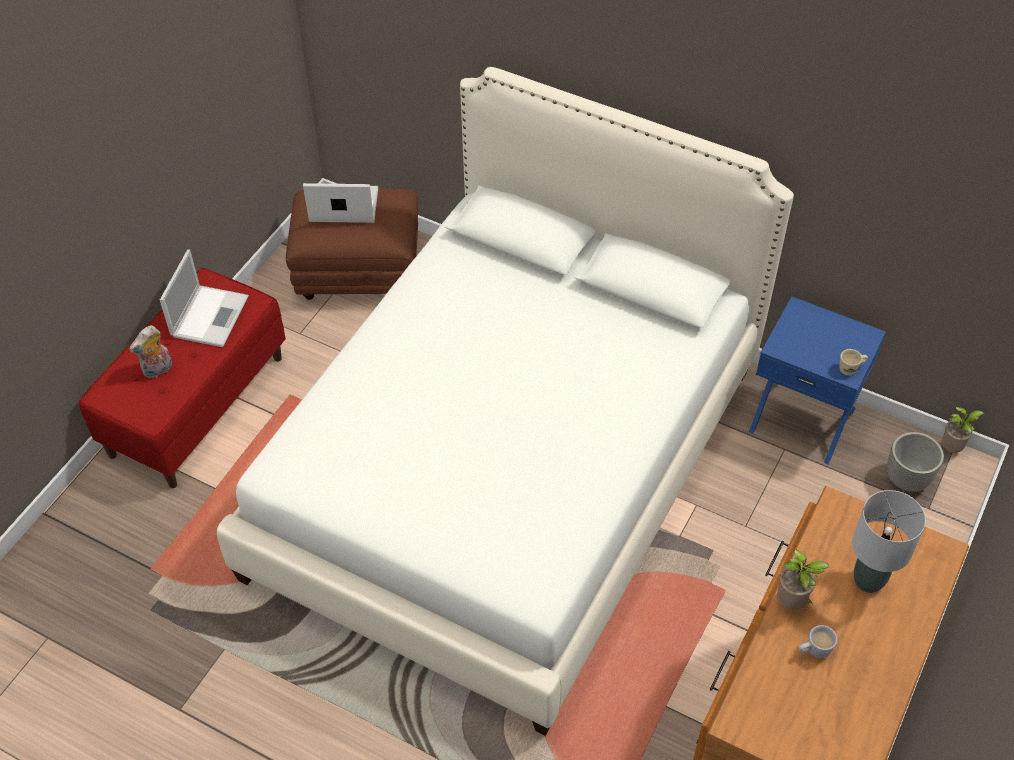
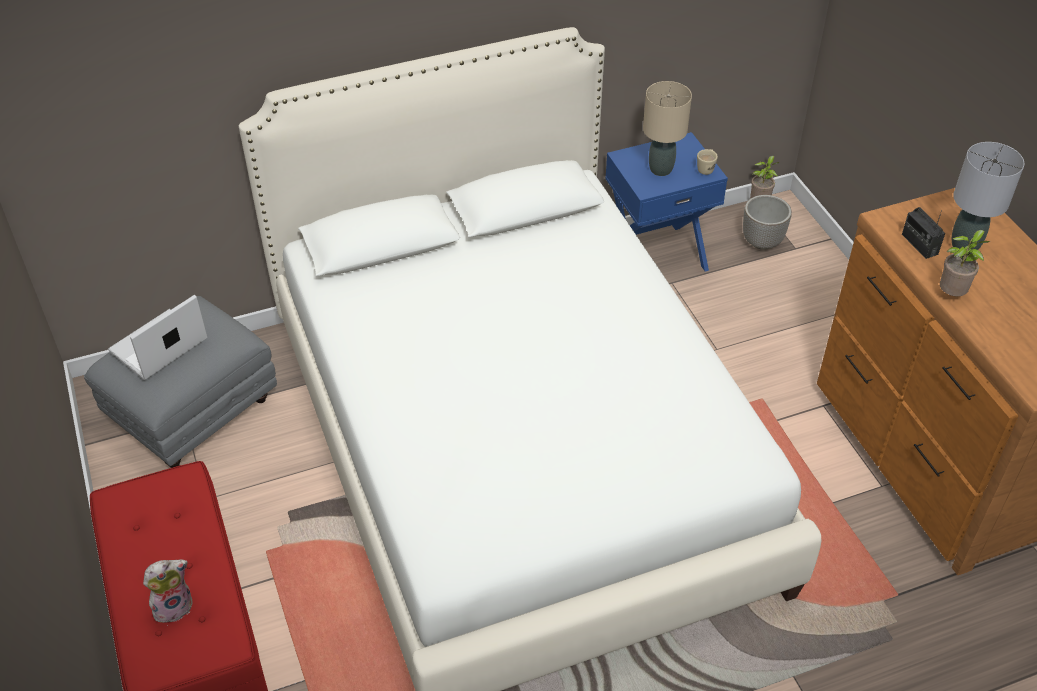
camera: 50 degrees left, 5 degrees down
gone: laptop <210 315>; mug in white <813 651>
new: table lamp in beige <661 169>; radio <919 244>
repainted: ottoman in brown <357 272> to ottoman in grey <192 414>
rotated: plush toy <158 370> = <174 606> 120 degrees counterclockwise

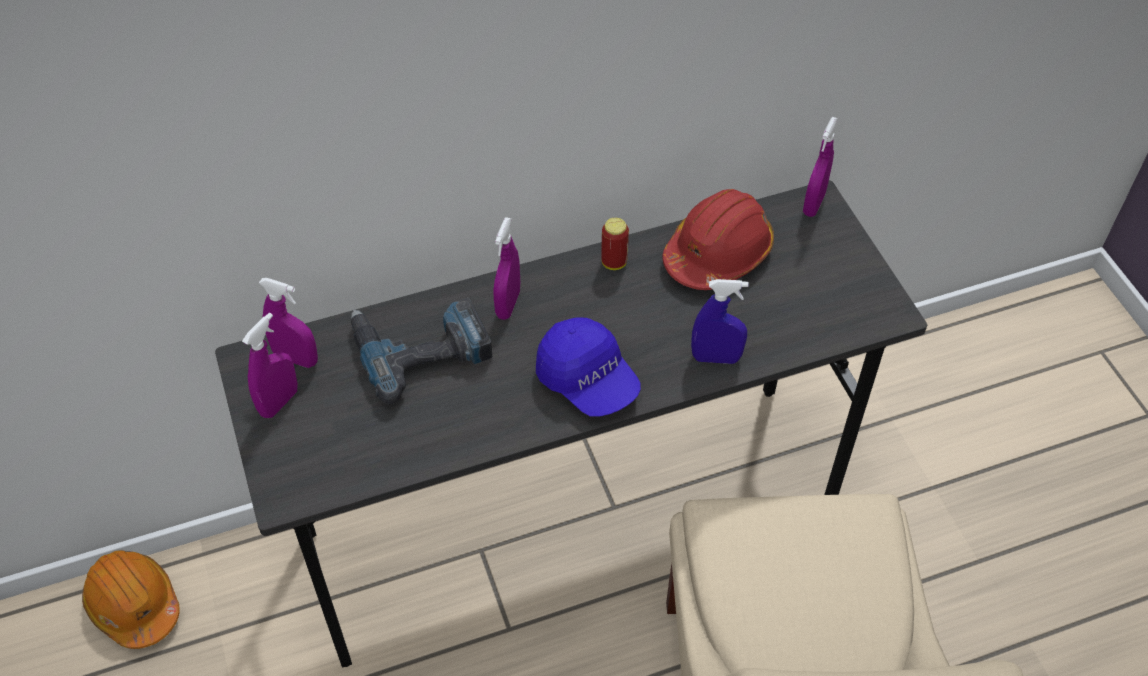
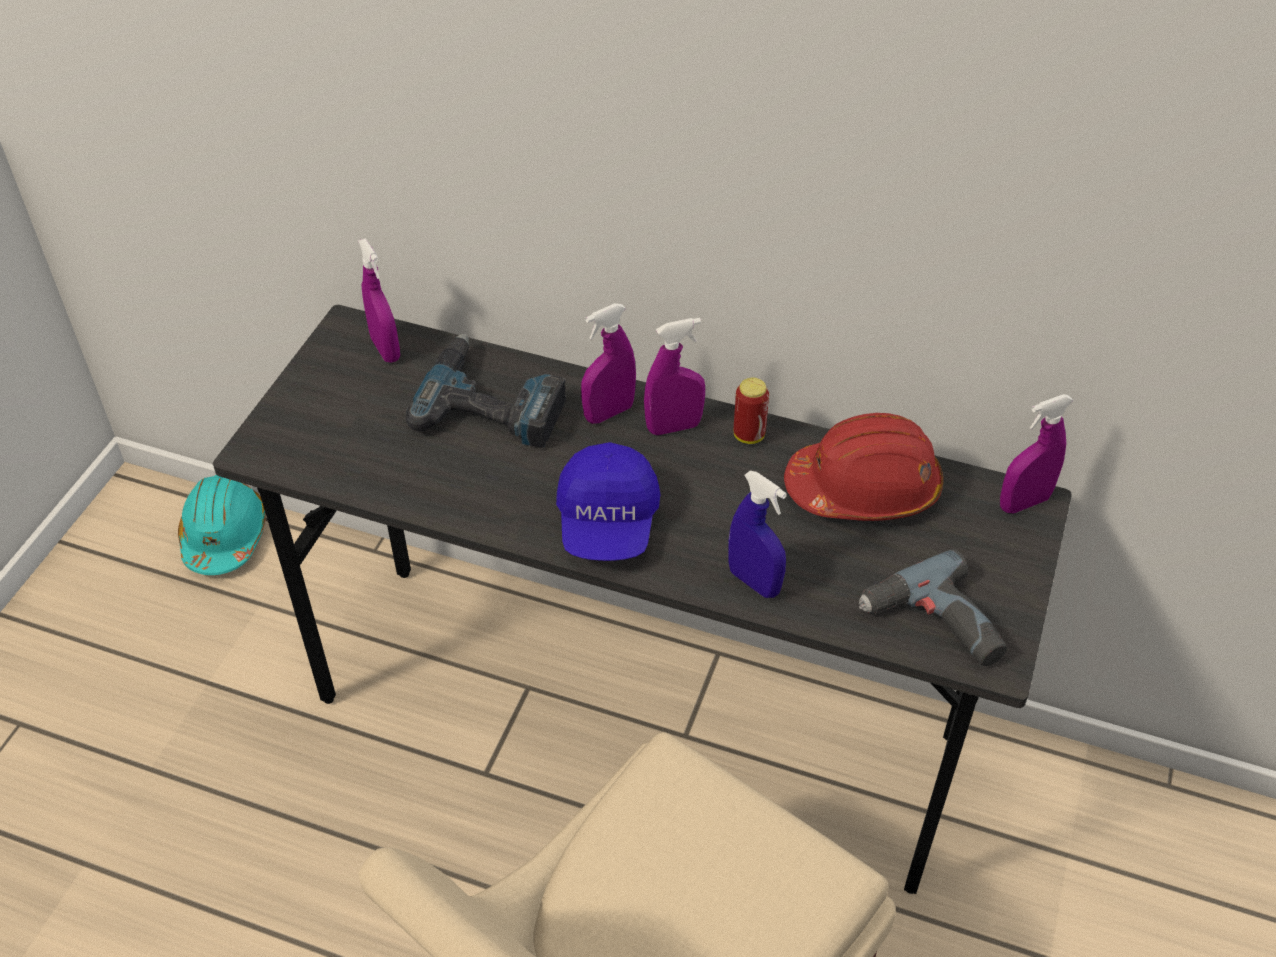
camera: 40 degrees right, 5 degrees down
new: power drill <934 627>
shifted: spray bottle in purple <279 402> to <674 427>
repainted: hard hat in orange <134 604> to hard hat in turquoise <224 536>

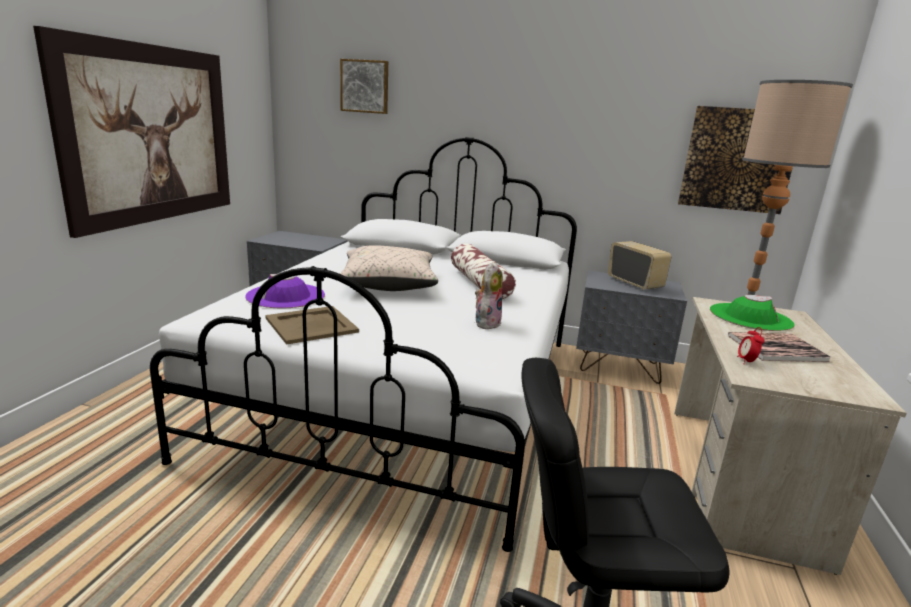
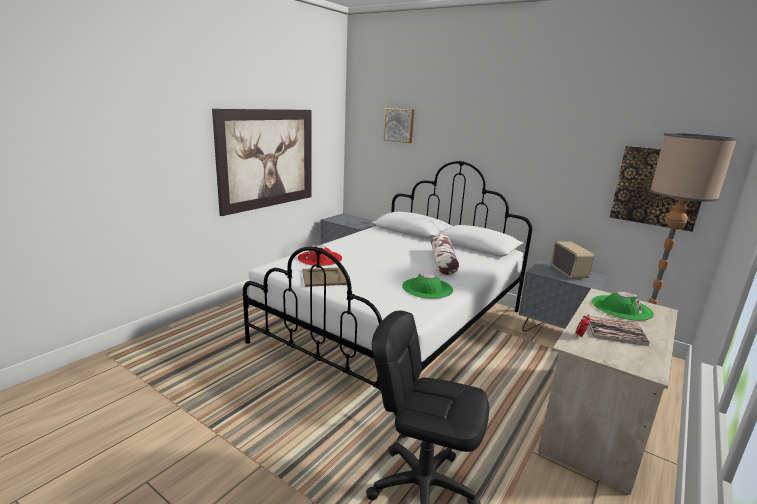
camera: 20 degrees right, 0 degrees up
gone: pillow in beige <389 284>
swapped: plush toy <486 323> to hat in green <427 288>
repainted: hat in purple <286 296> to hat in red <320 258>

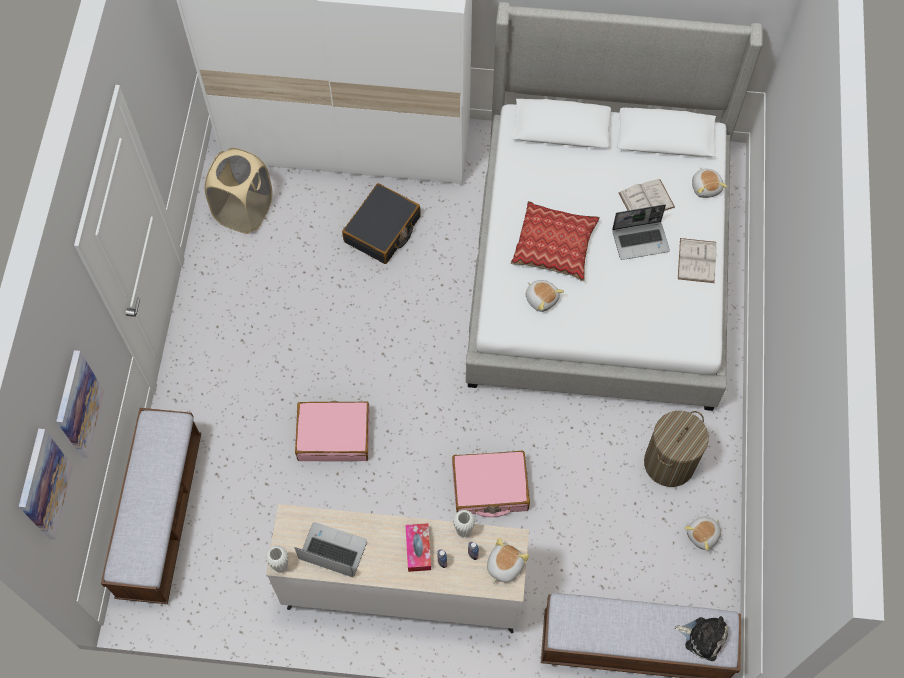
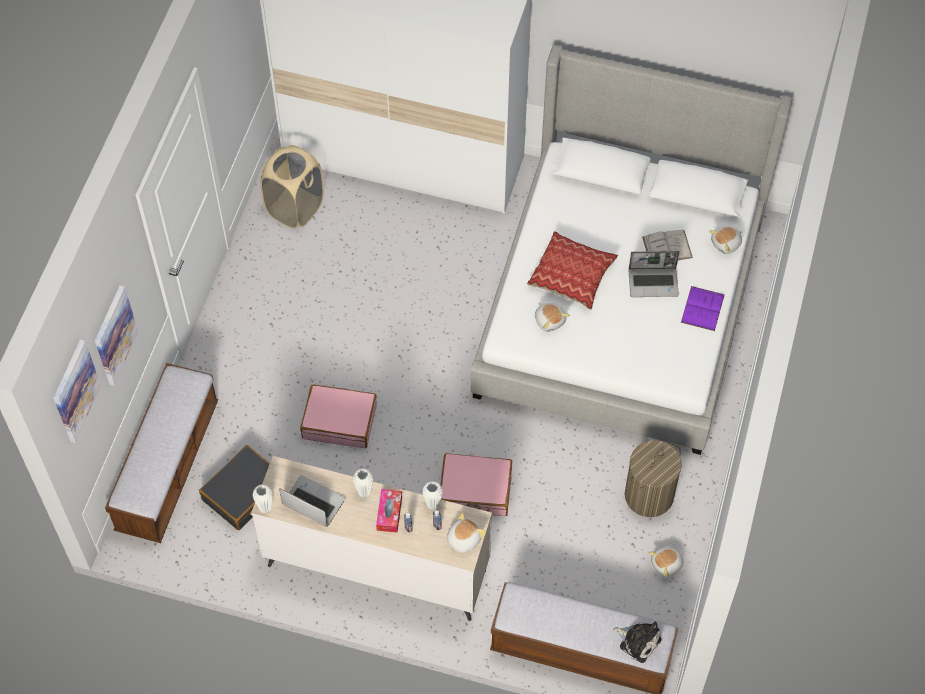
camera: 10 degrees right, 5 degrees down
new: vase in white <364 492>
shifted: suitcase in black <382 230> to <244 493>
repainted: book in white <697 260> to book in purple <702 308>
rotated: plush toy <706 187> = <726 244> 60 degrees clockwise

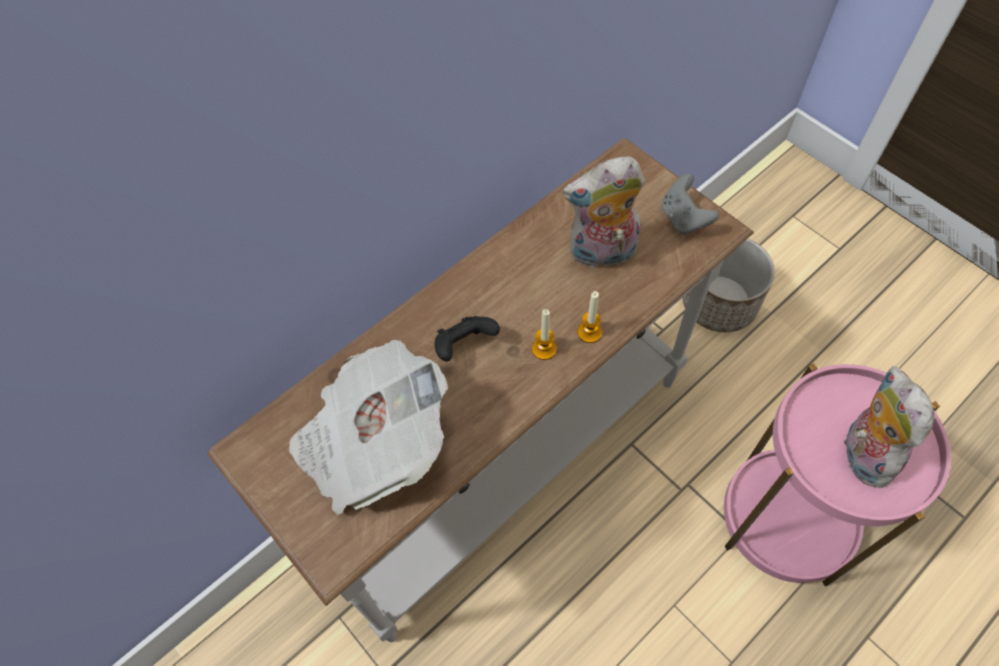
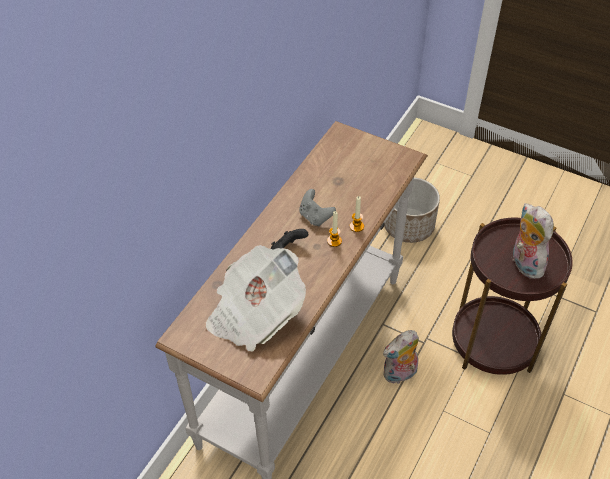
camera: 20 degrees left, 10 degrees down
shifted: game controller in grey <683 218> to <315 217>; plush toy <601 254> to <399 374>
repainted: side table in pink <786 520> to side table in brown <493 342>

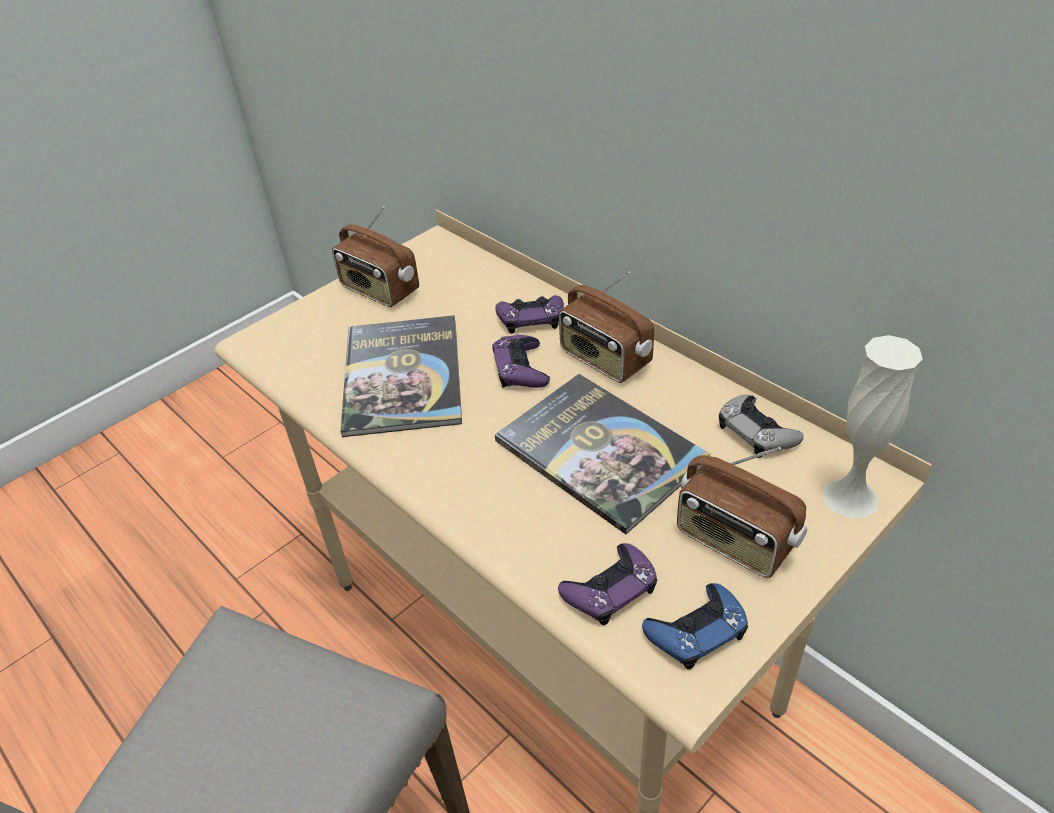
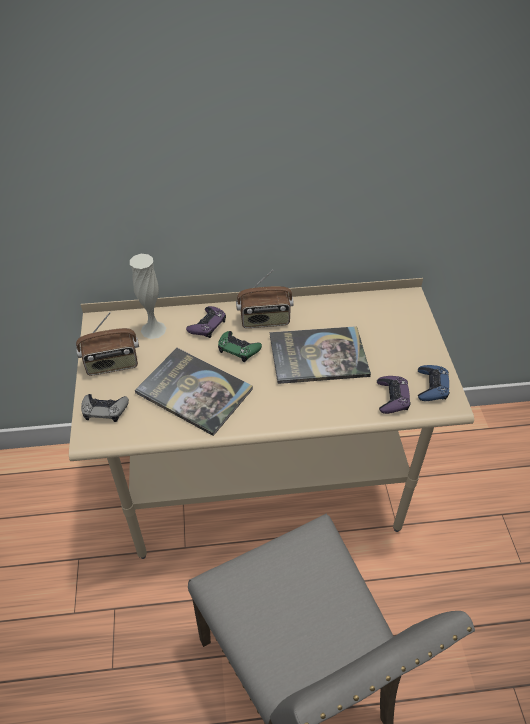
camera: 55 degrees left, 5 degrees up
gone: radio <734 541>
shifted: game controller in grey <756 432> to <104 410>; vase in white <850 497> to <153 329>
repainted: game controller in purple <520 368> to game controller in green <238 349>

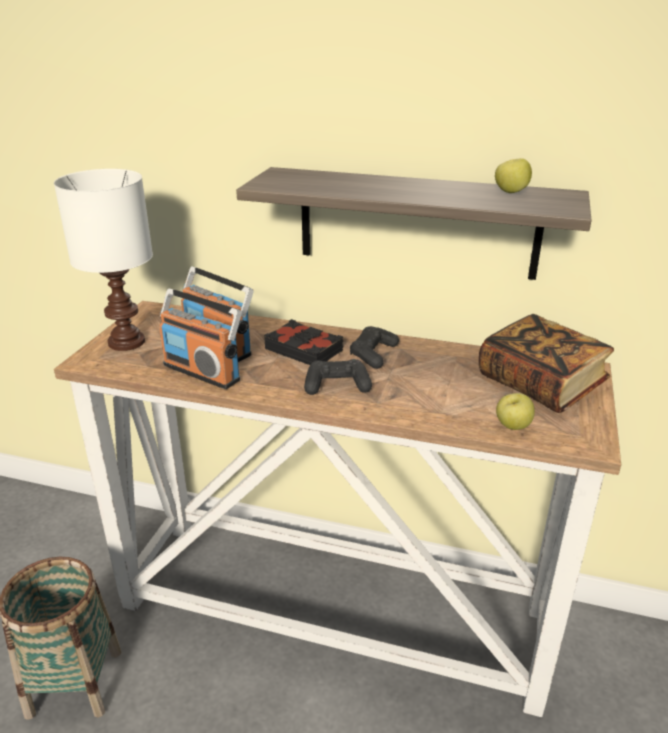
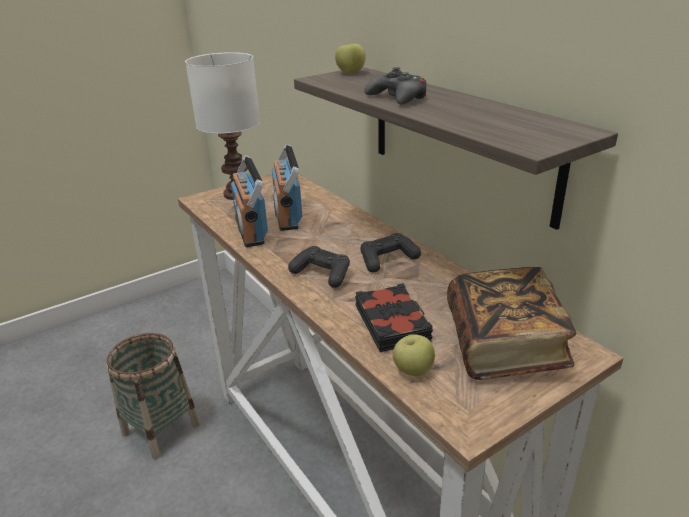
camera: 40 degrees right, 0 degrees up
new: game controller in black <397 98>
shifted: apple <510 192> to <350 73>; book in black <304 349> to <393 323>

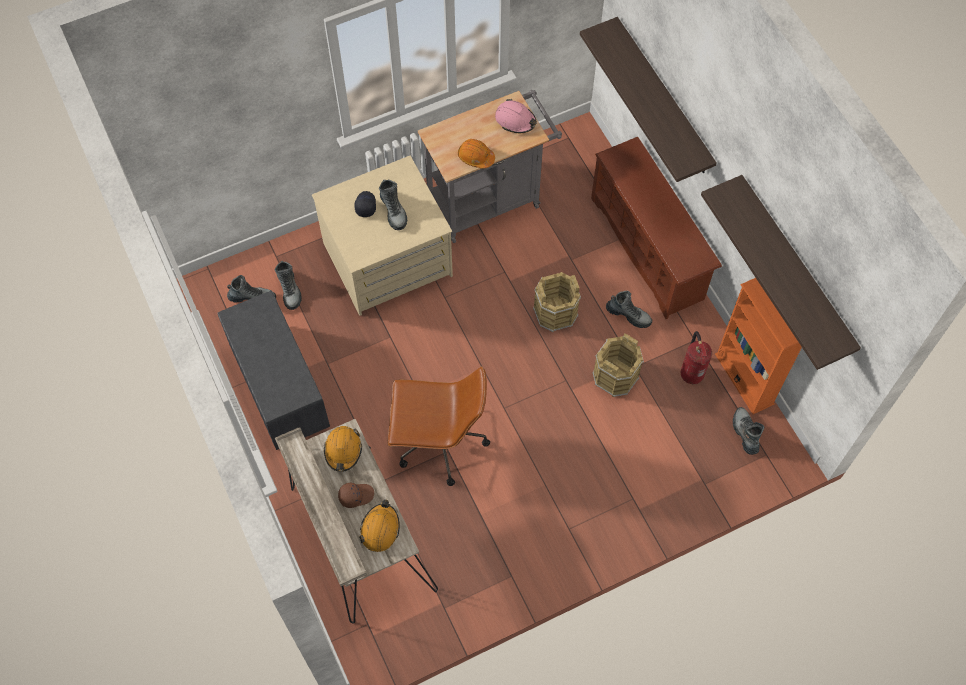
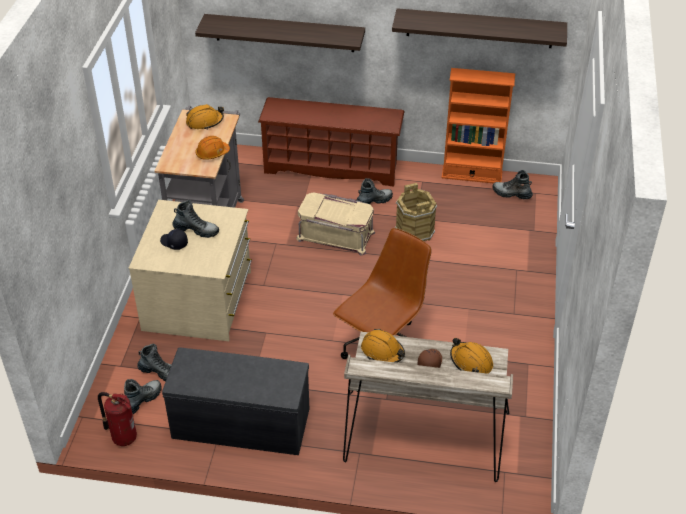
camera: 55 degrees left, 20 degrees down
shifted: fire extinguisher <691 373> to <123 437>
swapped: bucket in brown <555 313> to storage box in beige <336 235>
repainted: hard hat in pink <515 120> to hard hat in orange <204 122>

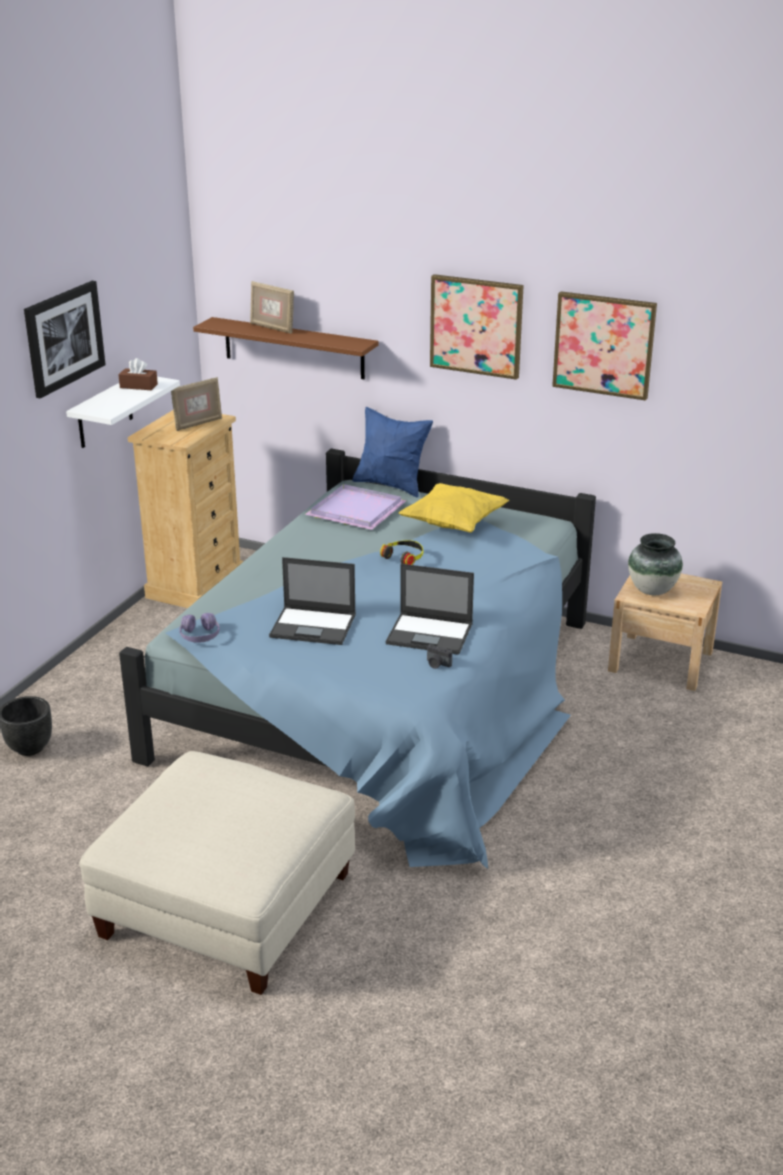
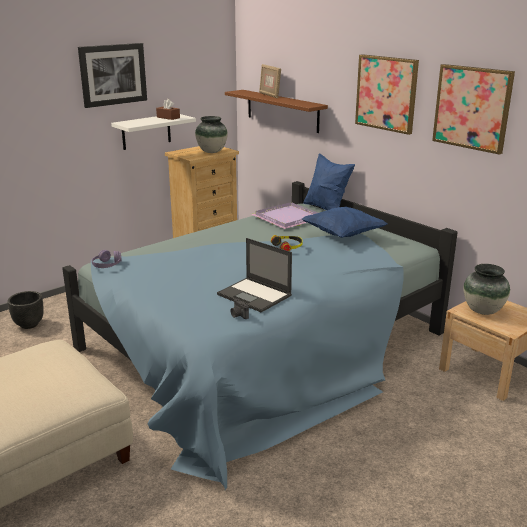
camera: 25 degrees right, 5 degrees down
gone: laptop <314 626>
swapped: picture frame <198 424> to vase <212 151>
repainted: pillow in yellow <453 524> to pillow in blue <343 235>

